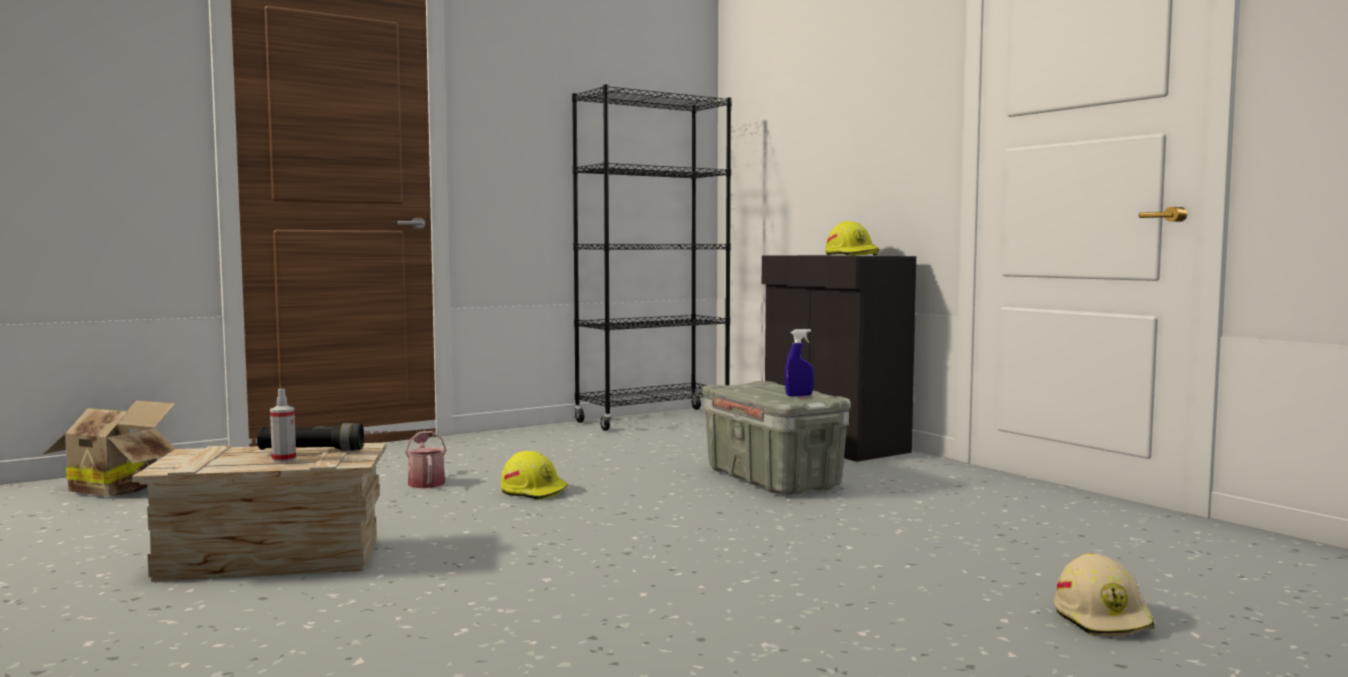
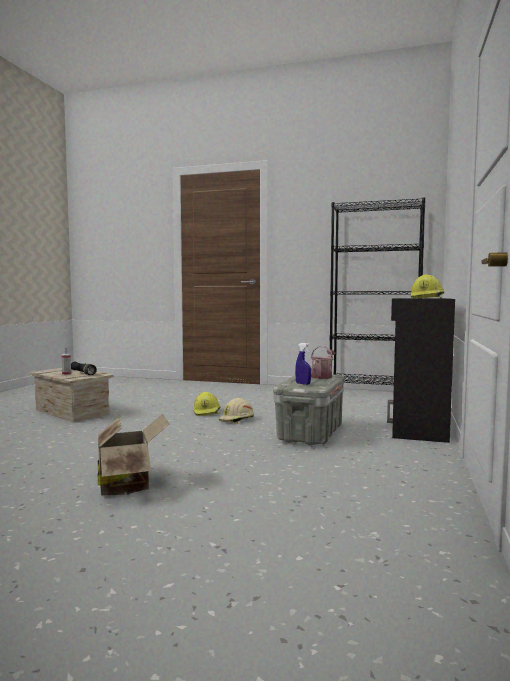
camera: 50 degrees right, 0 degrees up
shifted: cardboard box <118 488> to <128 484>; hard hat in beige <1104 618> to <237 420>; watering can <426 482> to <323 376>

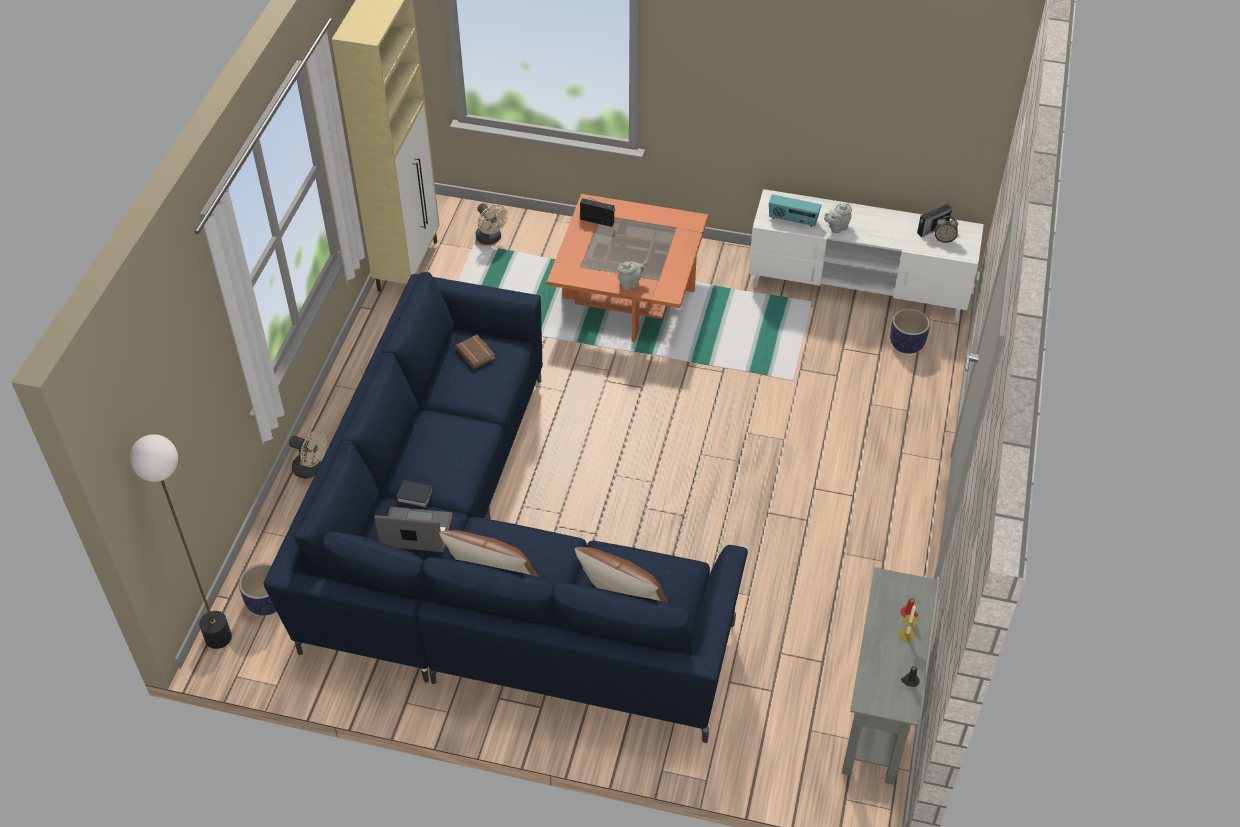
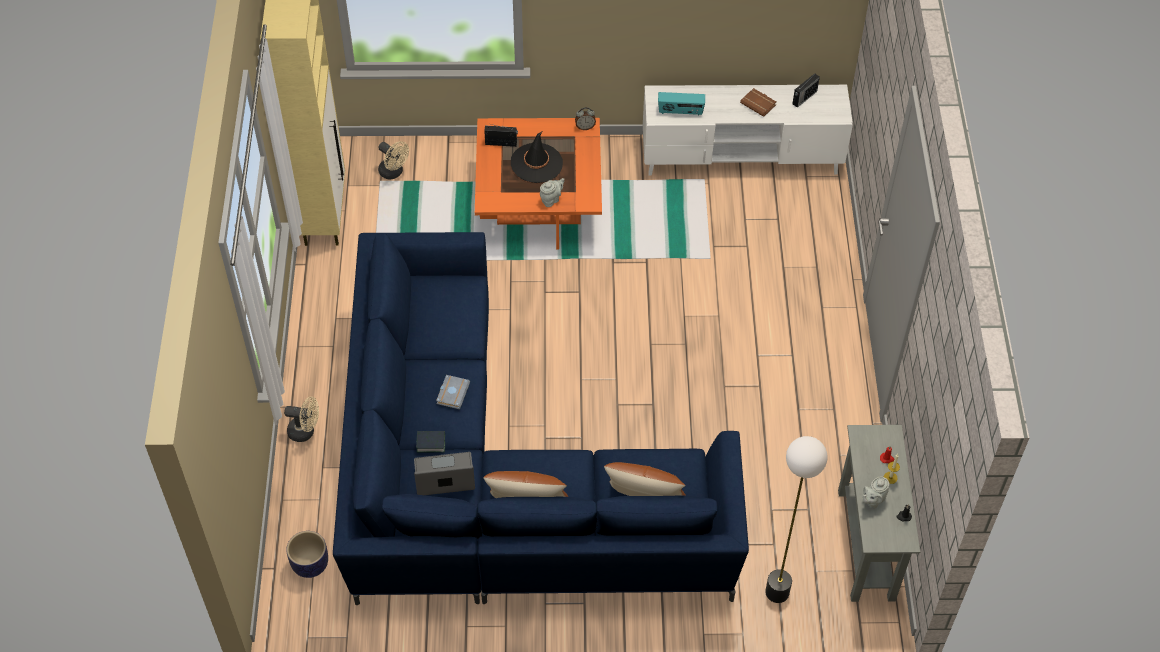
camera: 15 degrees left, 5 degrees up
gone: planter <906 344>
new: book in grey <452 393>; hat in black <536 163>
shifted: alarm clock <944 239> to <585 127>; book in brown <477 354> to <759 104>; floor lamp <217 637> to <776 592>; teapot in grey <836 227> to <872 500>

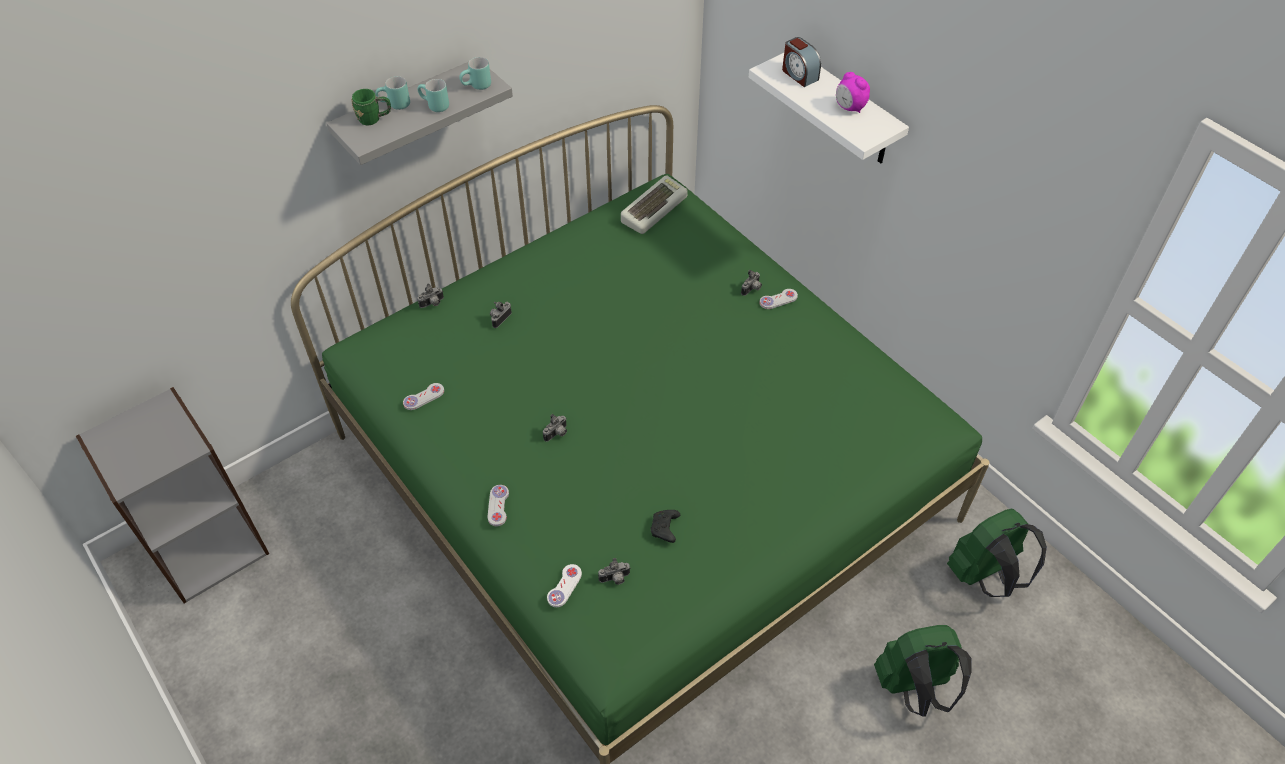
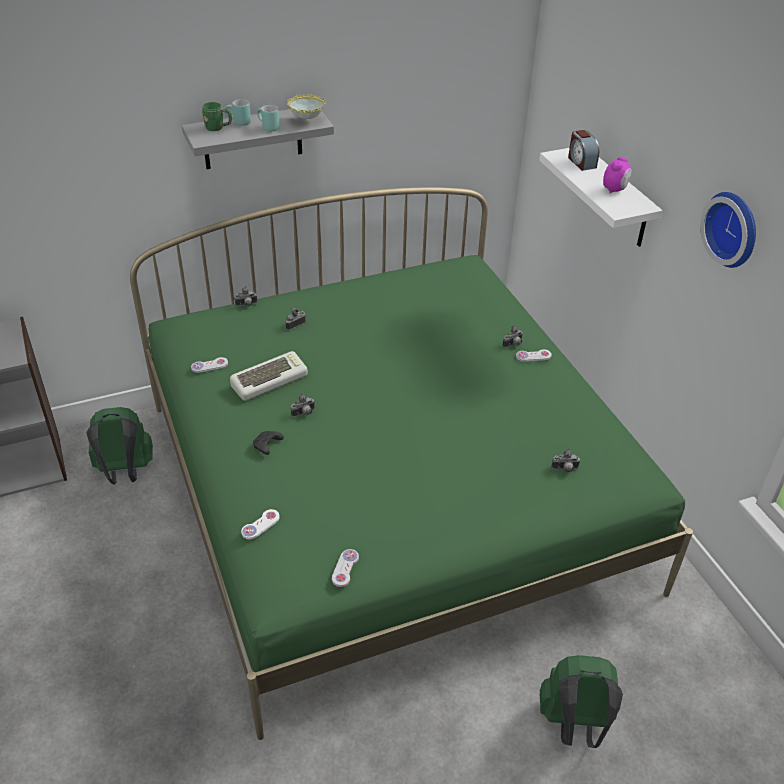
camera: 15 degrees right, 10 degrees down
new: wall clock <734 228>
shifted: backpack in green <984 575> to <124 472>; keyboard <653 208> to <269 379>; game controller in black <665 529> to <267 446>; game controller in white <498 506> to <345 568>; photo camera <615 579> to <565 469>
swapped: mug in turquoise <477 87> to bowl <307 121>
rotated: alarm clock <849 108> = <615 189> 120 degrees counterclockwise

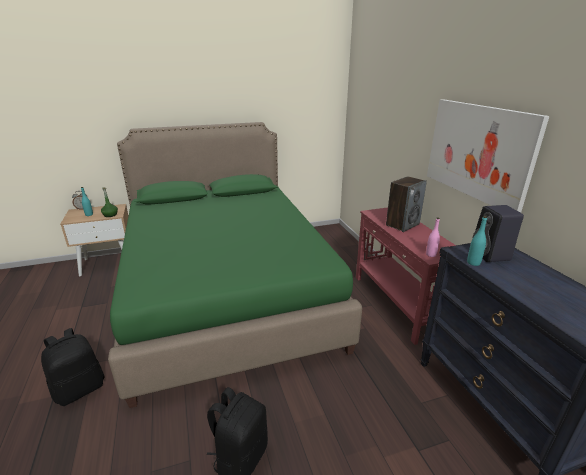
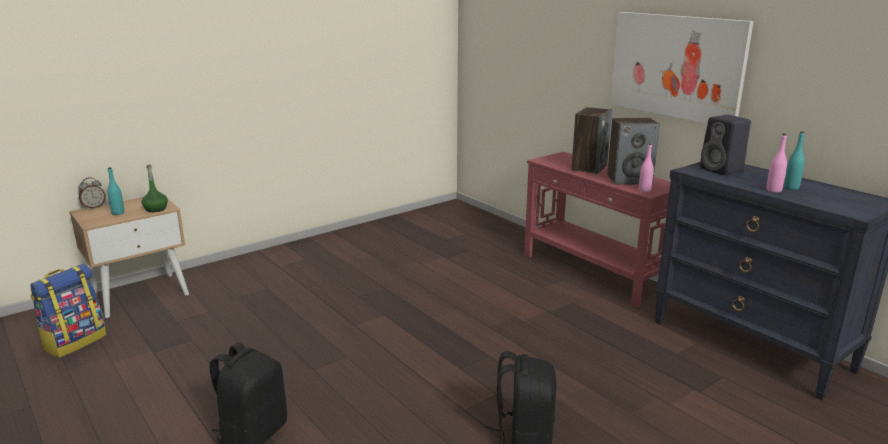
camera: 20 degrees left, 5 degrees down
gone: bed in green <226 292>
new: backpack <75 342>; speaker <629 180>; bottle in pink <773 190>
shifted: bottle in turquoise <473 263> to <791 187>

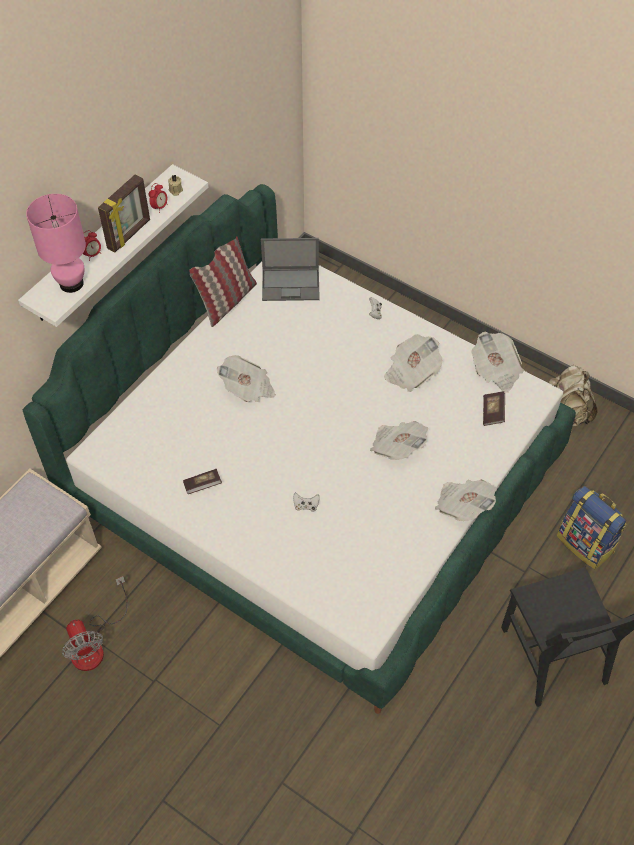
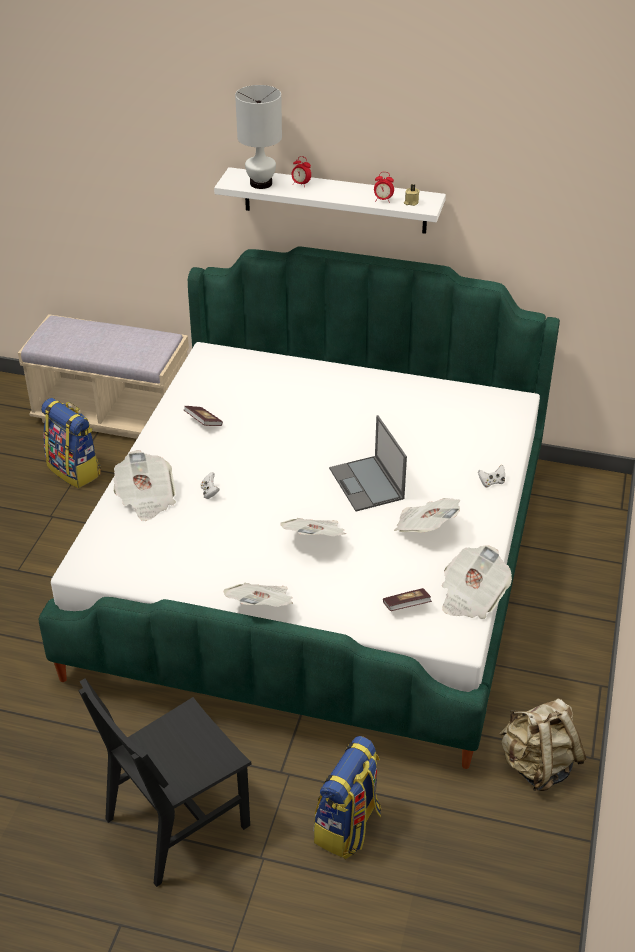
camera: 70 degrees right, 15 degrees down
gone: picture frame <129 235>; pillow <227 301>
shifted: newspaper <248 389> to <146 499>; laptop <291 284> to <367 484>
swapped: fan <94 644> to backpack <75 470>
repainted: table lamp in pink <71 283> to table lamp in white <261 183>

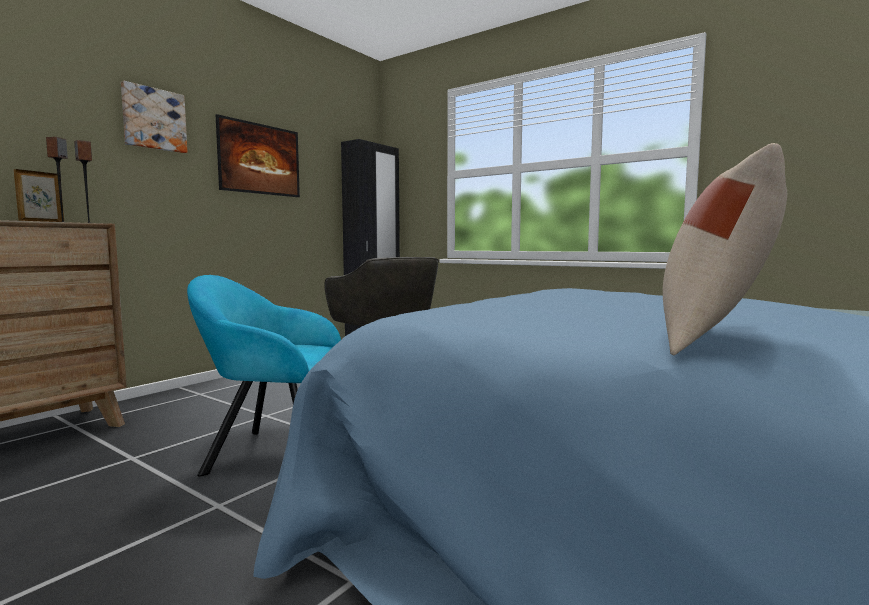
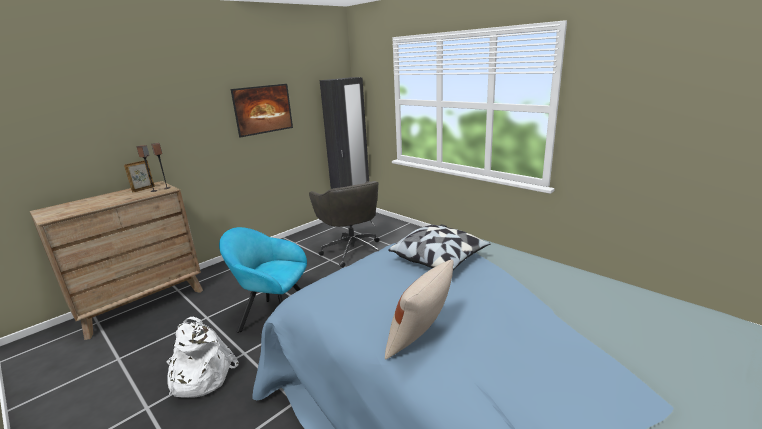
camera: 10 degrees right, 15 degrees up
gone: picture <154 119>
new: backpack in white <200 376>; pillow <439 259>

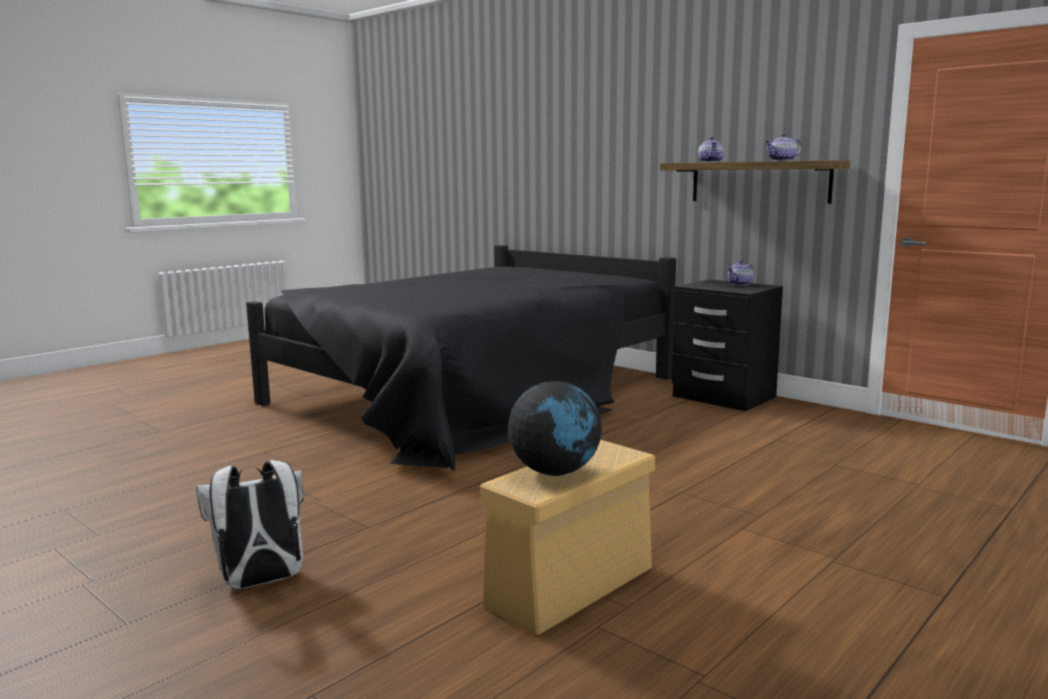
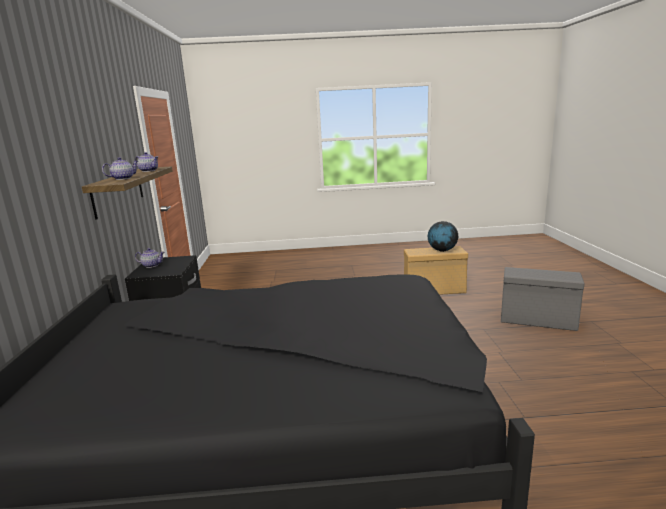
camera: 135 degrees left, 5 degrees up
swapped: backpack in white <260 582> to storage box in grey <538 320>

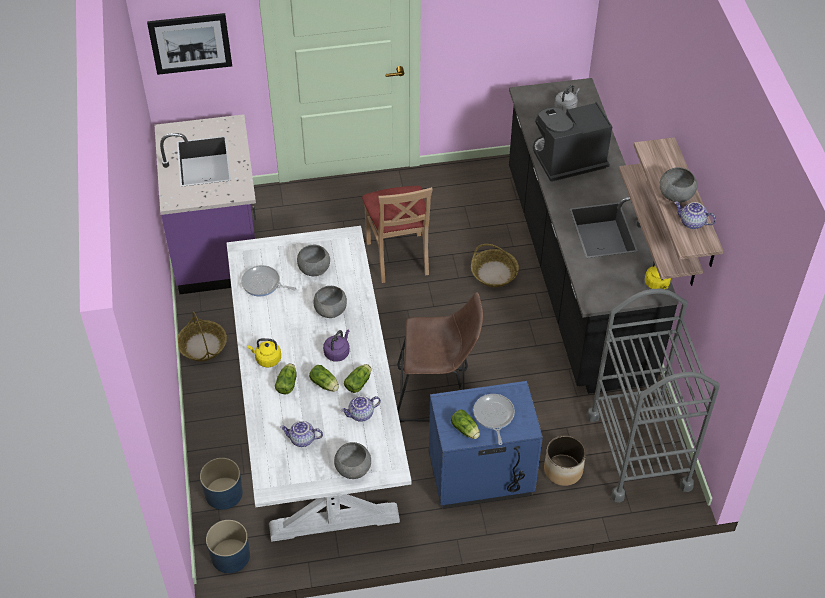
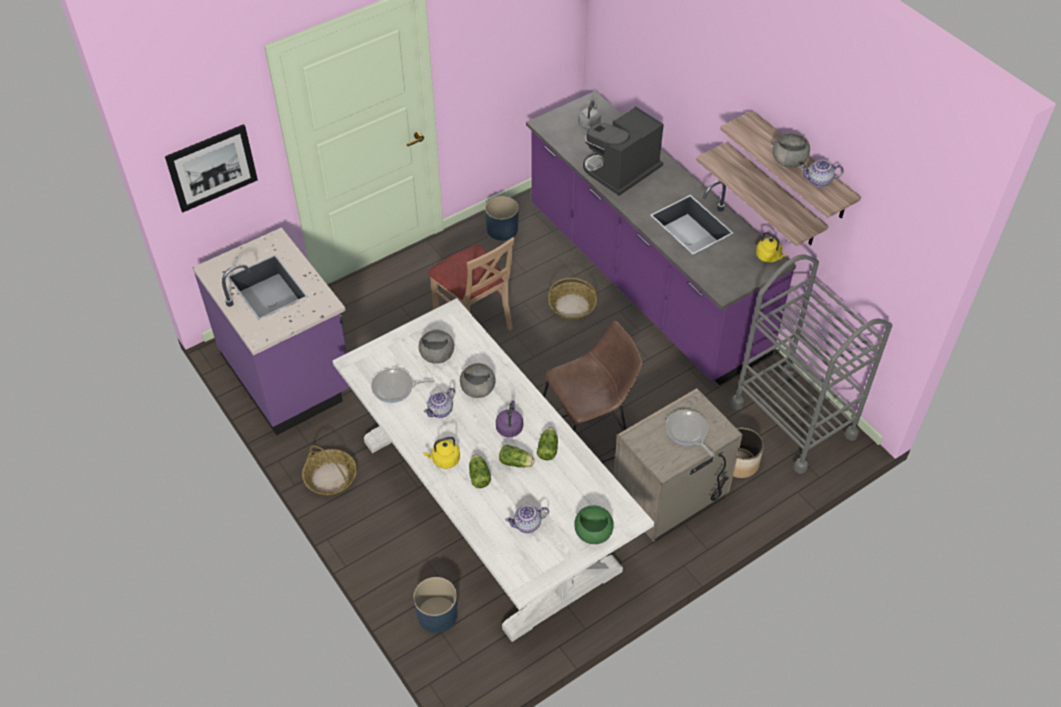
camera: 25 degrees left, 0 degrees up
gone: lettuce <466 430>
shifted: teapot <361 414> to <440 411>; planter in blue <230 556> to <502 229>
repainted: counter in black <575 272> to counter in purple <644 280>; bowl in grey <353 468> to bowl in green <593 532>; nightstand in blue <481 476> to nightstand in beige <670 497>

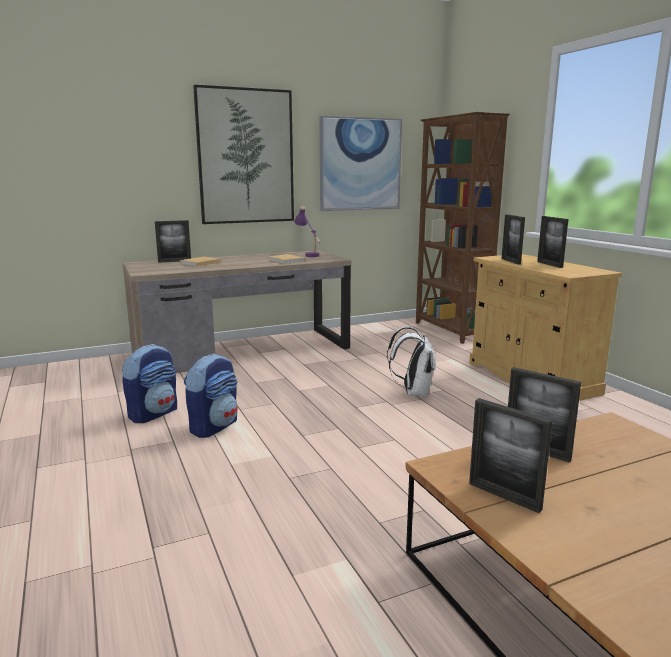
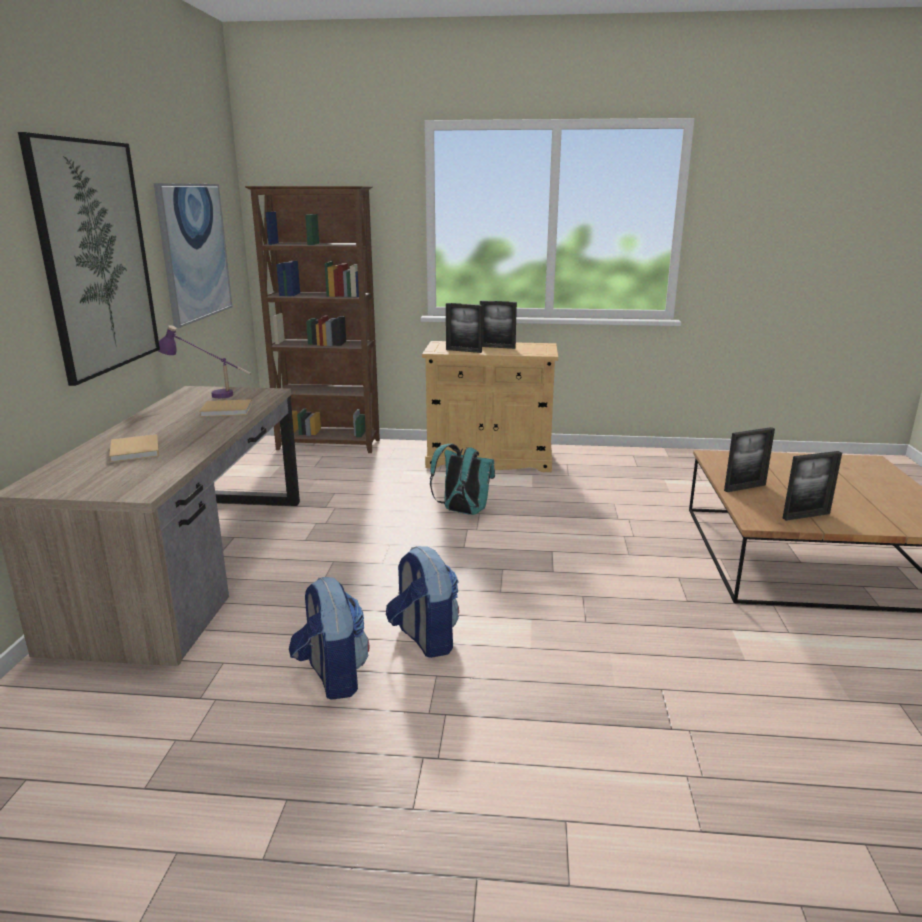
camera: 60 degrees left, 5 degrees up
gone: picture frame <174 261>
repainted: backpack in white <413 393> to backpack in turquoise <462 512>

